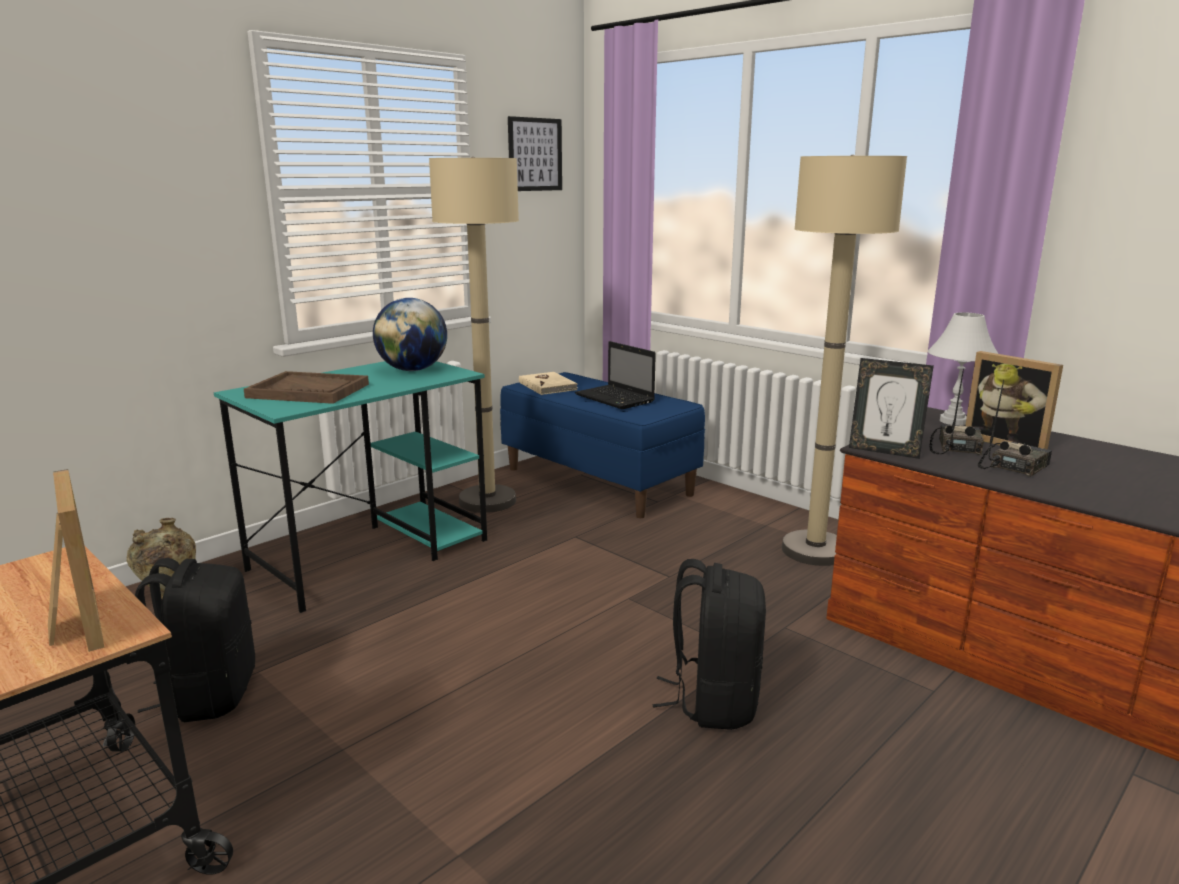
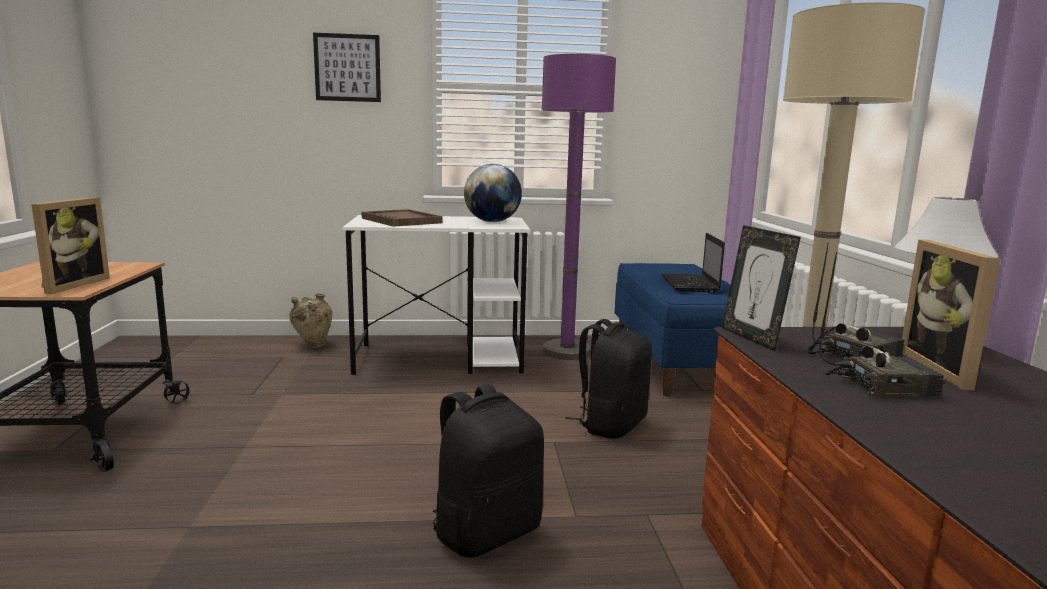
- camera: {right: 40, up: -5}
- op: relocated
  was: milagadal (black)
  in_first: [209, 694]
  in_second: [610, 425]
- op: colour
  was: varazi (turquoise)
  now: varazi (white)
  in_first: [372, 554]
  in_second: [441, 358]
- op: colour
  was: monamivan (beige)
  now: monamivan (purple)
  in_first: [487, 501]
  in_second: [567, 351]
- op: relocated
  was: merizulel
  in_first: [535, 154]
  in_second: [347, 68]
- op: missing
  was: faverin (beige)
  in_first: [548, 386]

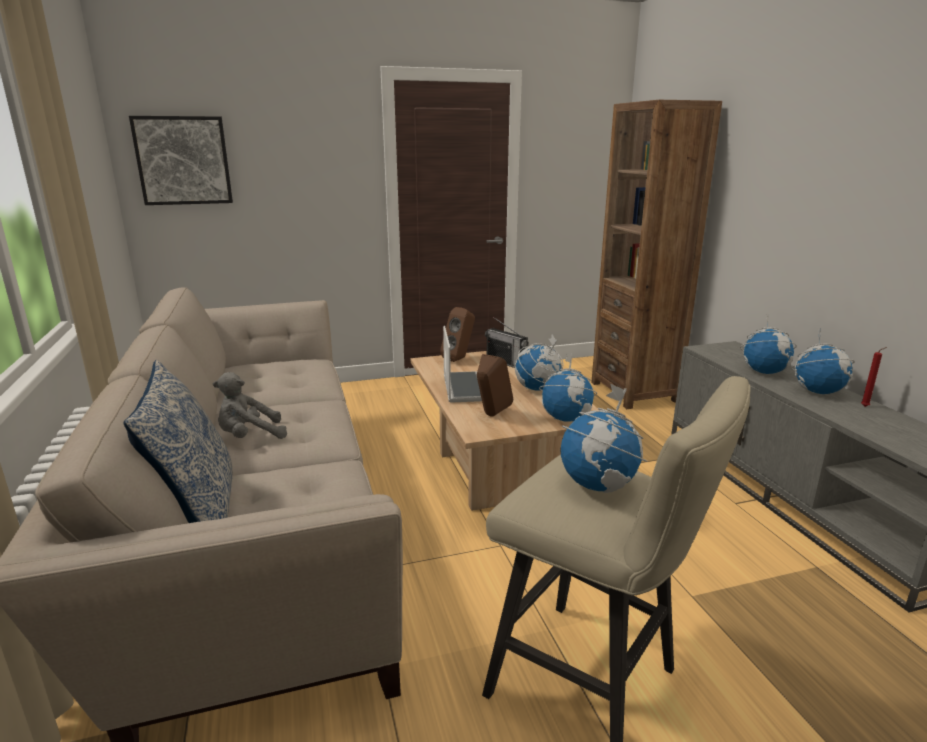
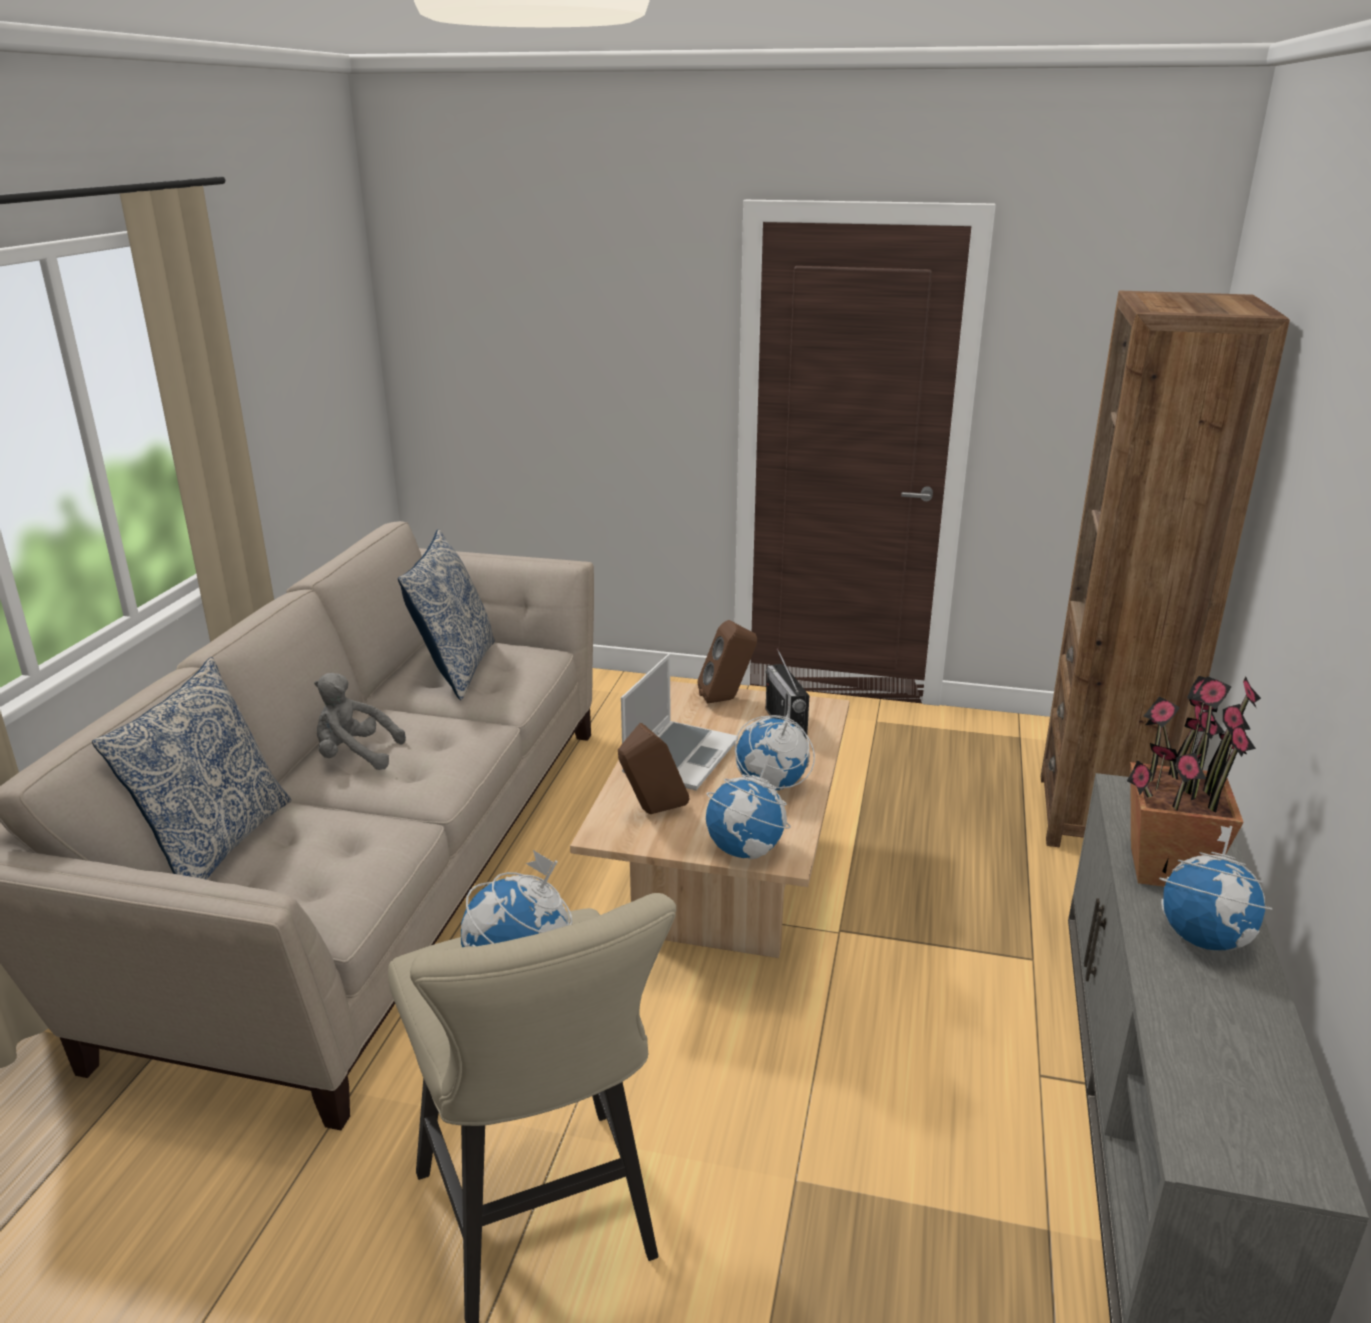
- camera: {right: 30, up: 5}
- op: missing
  was: merizulel
  in_first: [183, 161]
- op: exchanged
  was: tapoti
  now: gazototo
  in_first: [764, 372]
  in_second: [1165, 868]
- op: missing
  was: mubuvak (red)
  in_first: [866, 406]
- op: appeared
  now: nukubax
  in_second: [455, 669]

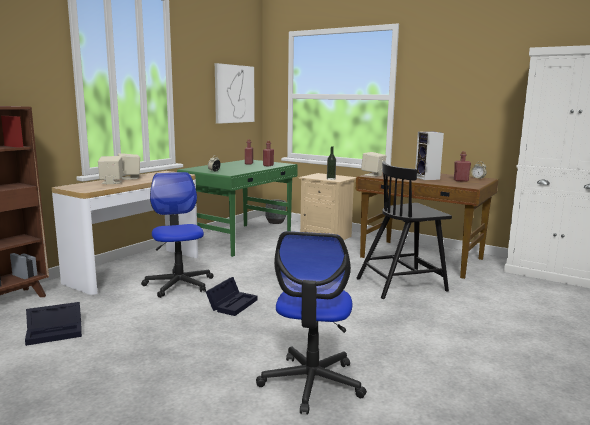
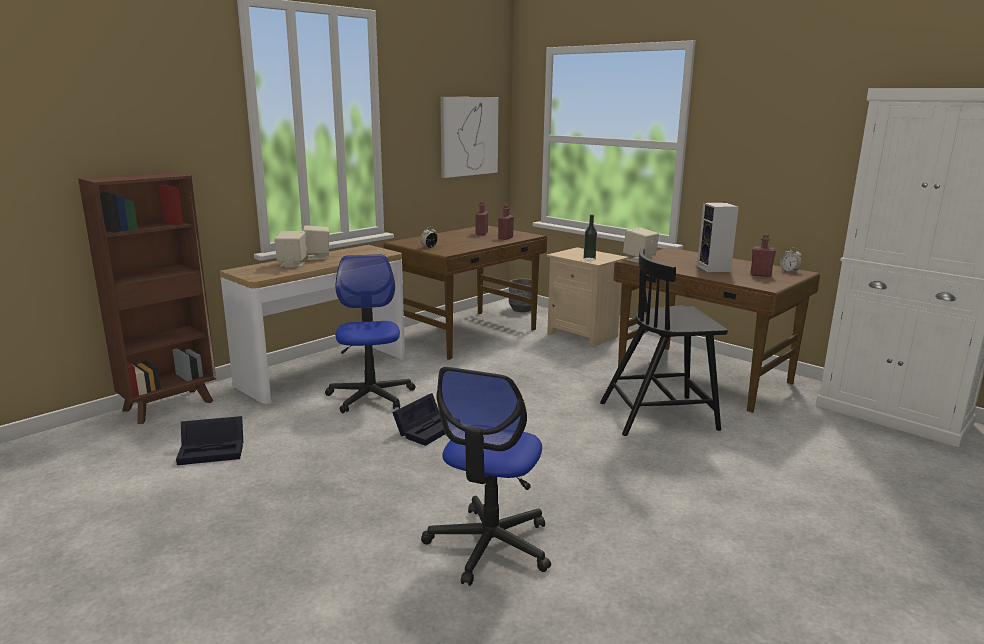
- camera: {right: 10, up: 5}
- op: colour
  was: varazi (green)
  now: varazi (brown)
  in_first: [241, 239]
  in_second: [467, 334]

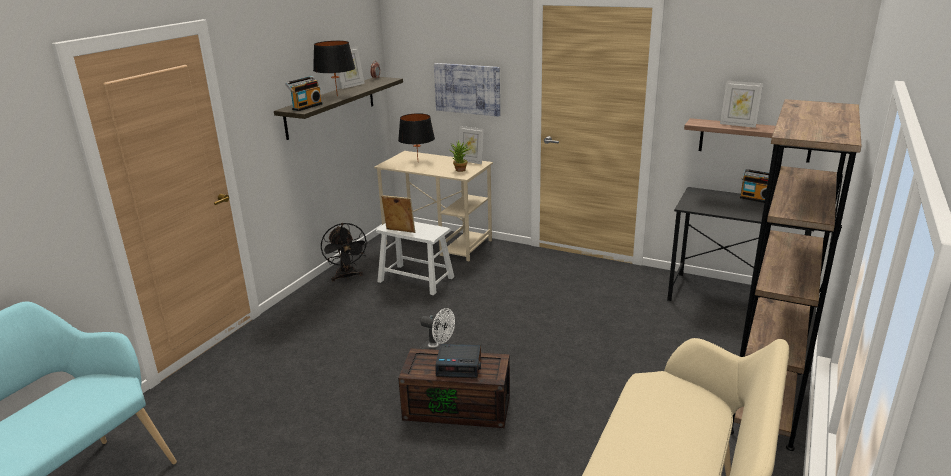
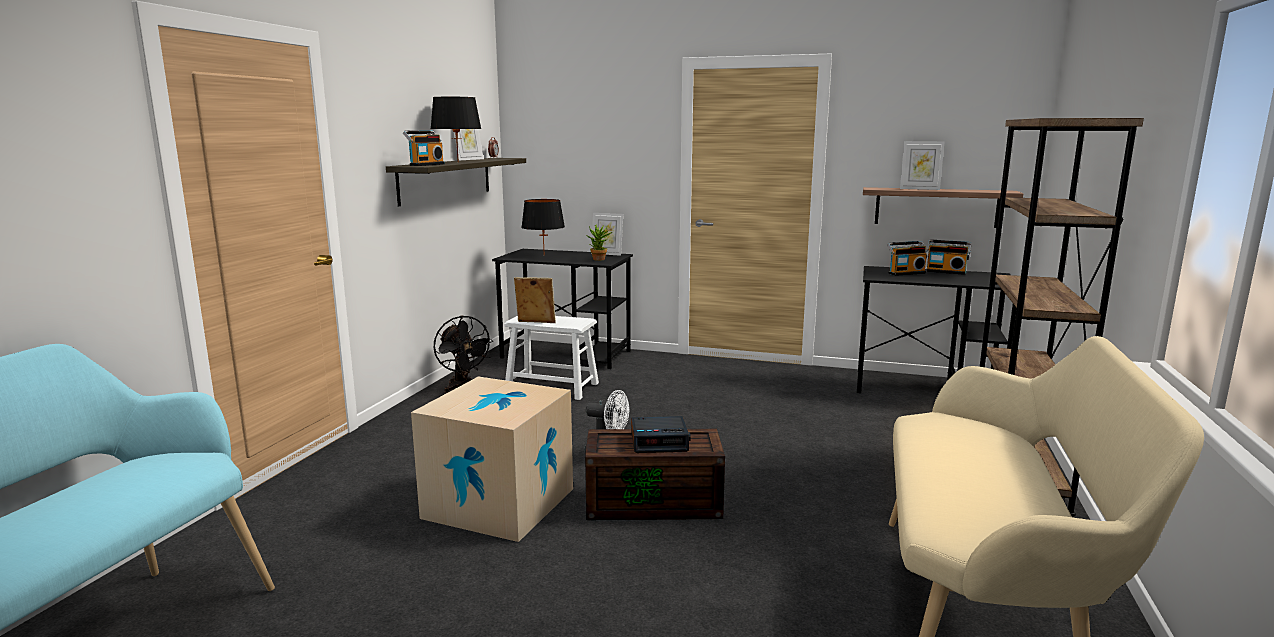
- camera: {right: -10, up: -10}
- op: colour
  was: varazi (beige)
  now: varazi (black)
  in_first: [438, 242]
  in_second: [567, 354]
- op: missing
  was: merizulel
  in_first: [467, 89]
- op: appeared
  now: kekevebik
  in_second: [499, 503]
- op: appeared
  now: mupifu
  in_second: [905, 273]

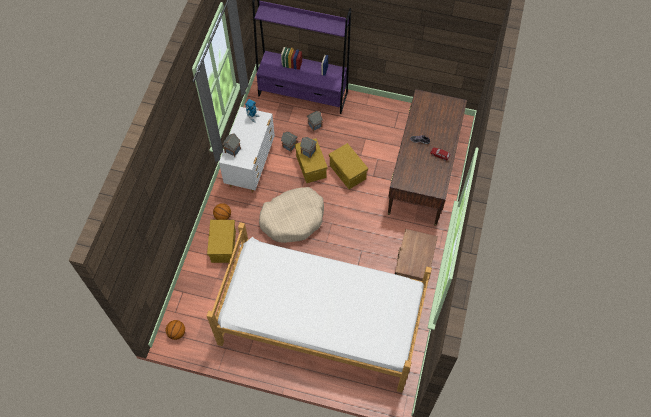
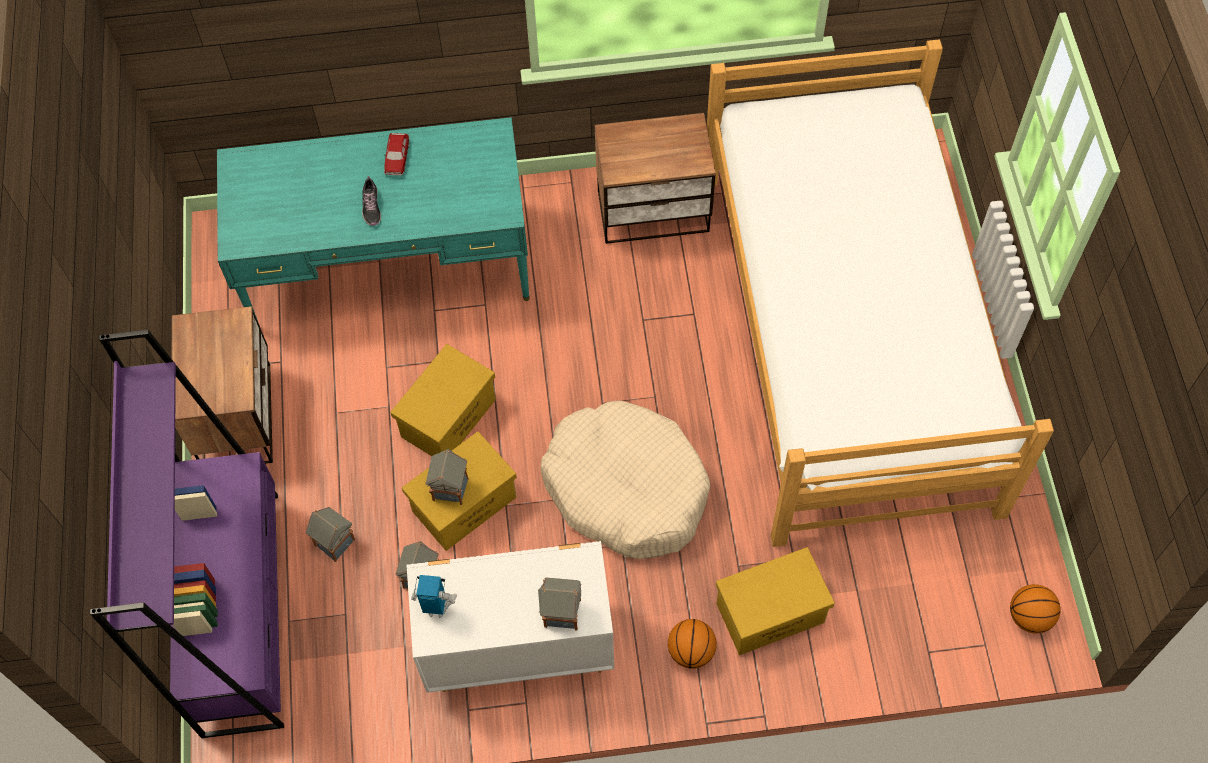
- camera: {right: -110, up: 0}
- op: colour
  was: varazi (brown)
  now: varazi (turquoise)
  in_first: [423, 172]
  in_second: [388, 265]
- op: appeared
  now: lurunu
  in_second: [239, 415]

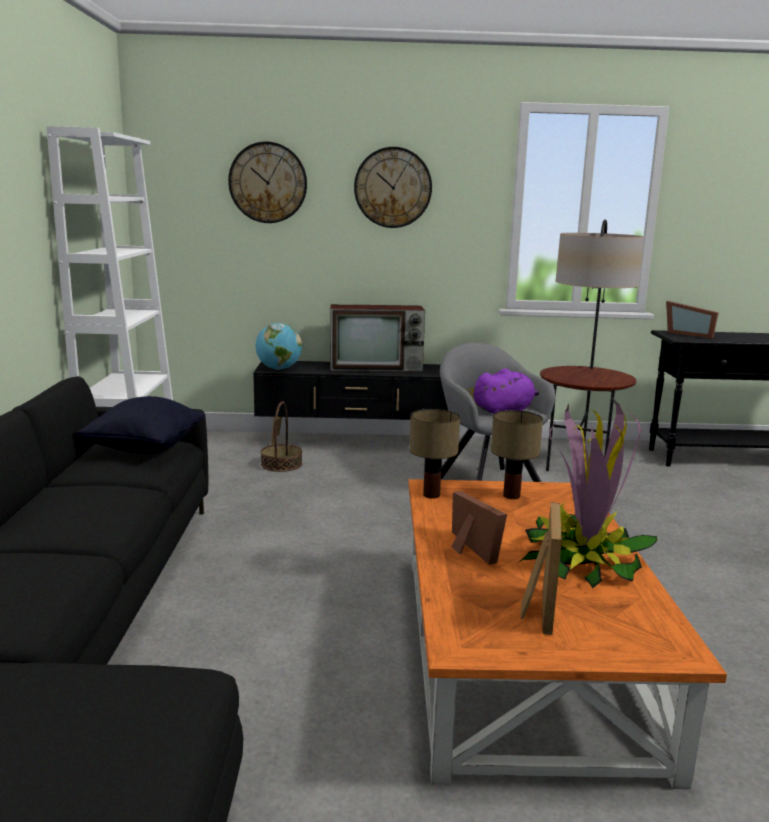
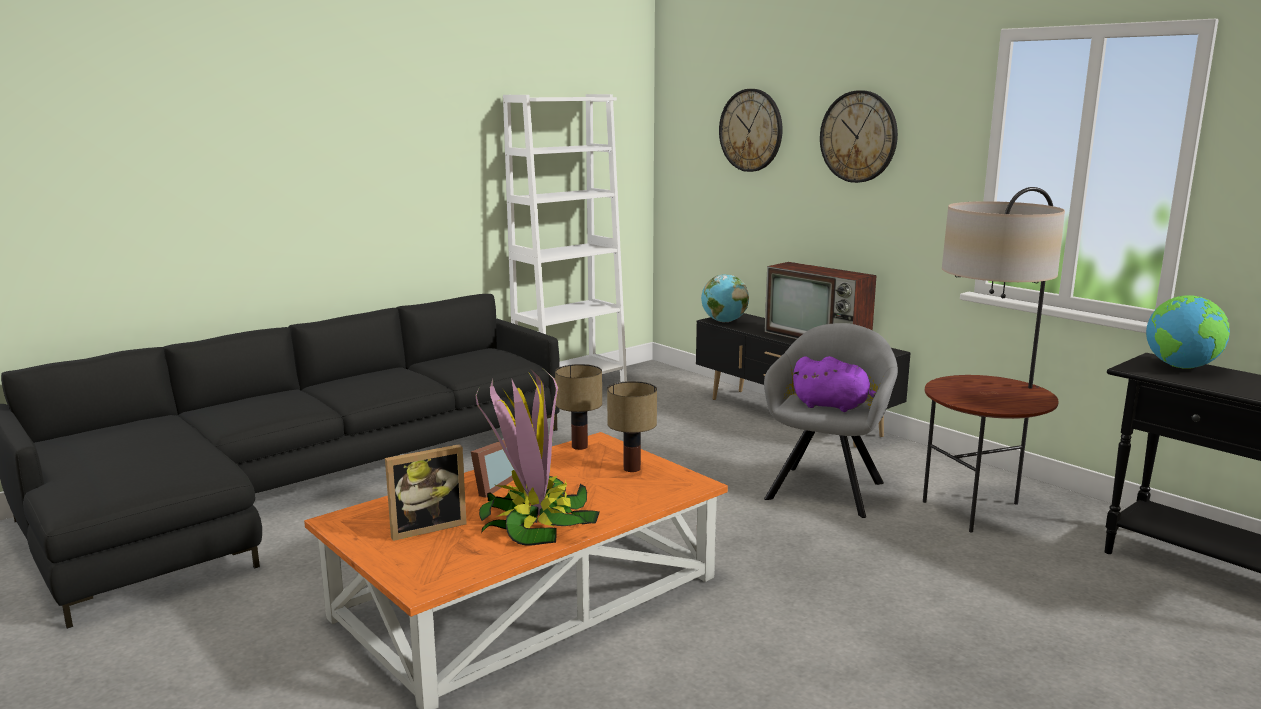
- camera: {right: 50, up: 0}
- op: missing
  was: nukubax (black)
  in_first: [145, 449]
- op: missing
  was: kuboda
  in_first: [281, 464]
- op: exchanged
  was: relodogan
  now: tapoti
  in_first: [689, 334]
  in_second: [1182, 367]

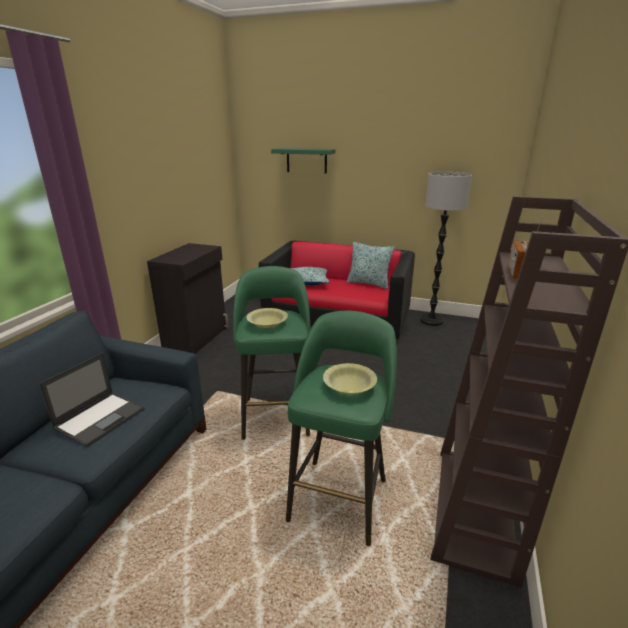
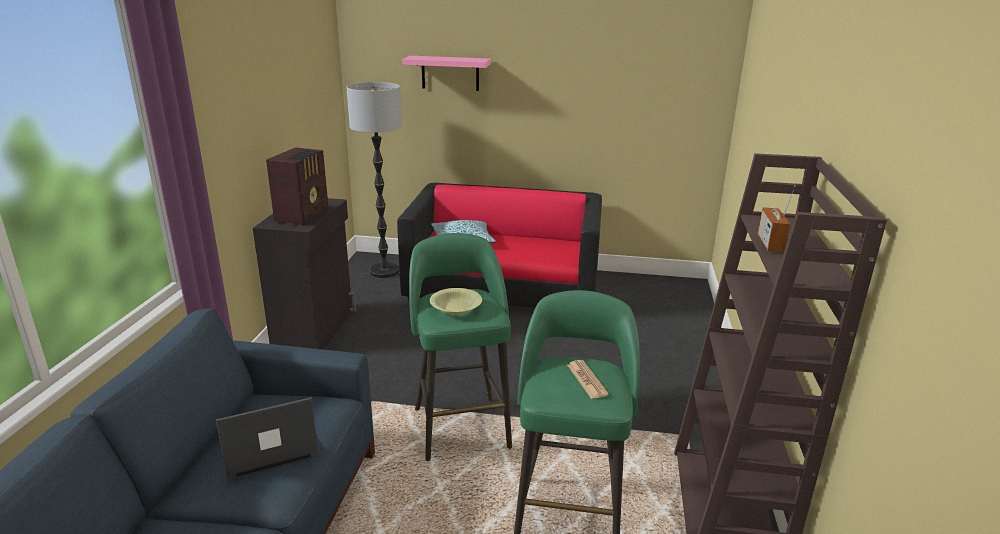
- camera: {right: -10, up: 0}
- op: spun
  was: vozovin
  in_first: [101, 418]
  in_second: [268, 448]
  clockwise: -135
- op: colour
  was: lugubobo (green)
  now: lugubobo (pink)
  in_first: [306, 160]
  in_second: [450, 73]
- op: exchanged
  was: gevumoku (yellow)
  now: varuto
  in_first: [349, 386]
  in_second: [586, 380]
- op: missing
  was: nukubax
  in_first: [369, 283]
- op: relocated
  was: monamivan
  in_first: [431, 321]
  in_second: [384, 271]
- op: appeared
  now: mupifu
  in_second: [304, 215]

